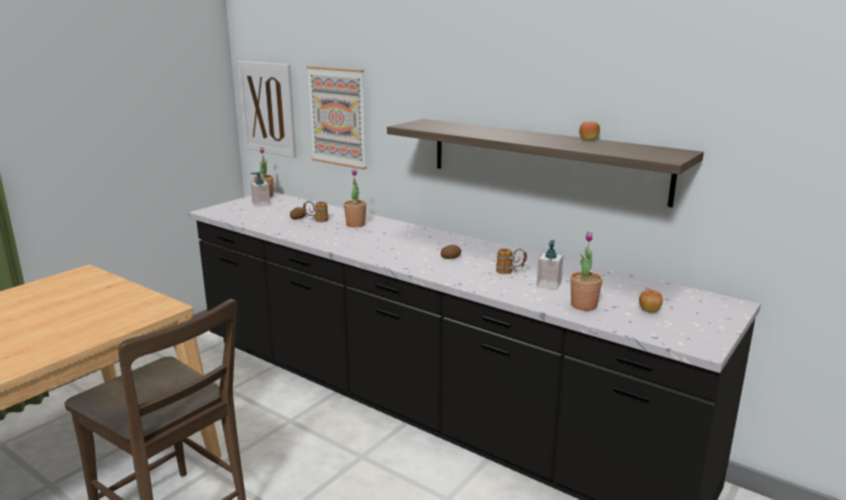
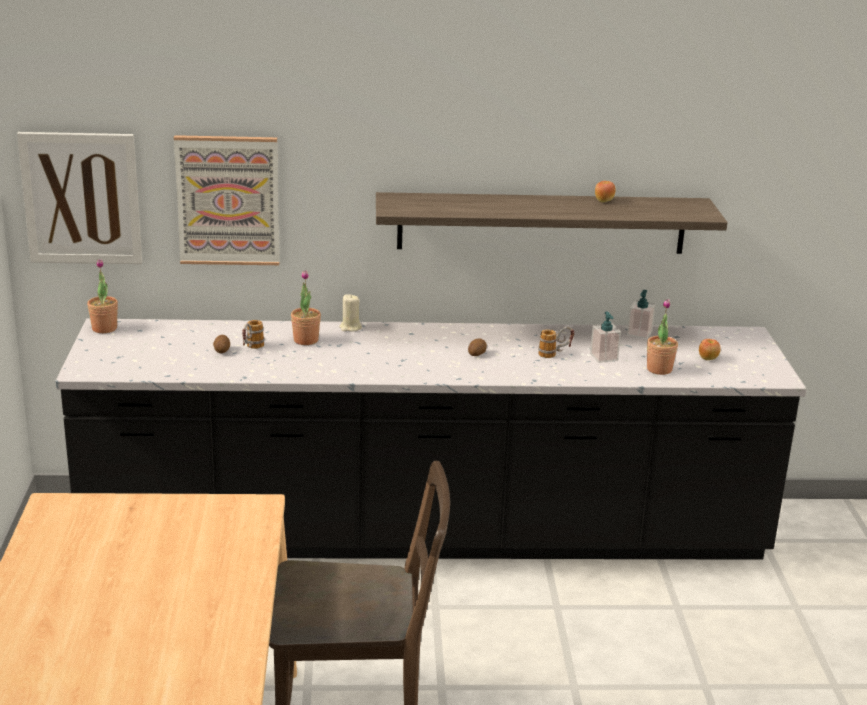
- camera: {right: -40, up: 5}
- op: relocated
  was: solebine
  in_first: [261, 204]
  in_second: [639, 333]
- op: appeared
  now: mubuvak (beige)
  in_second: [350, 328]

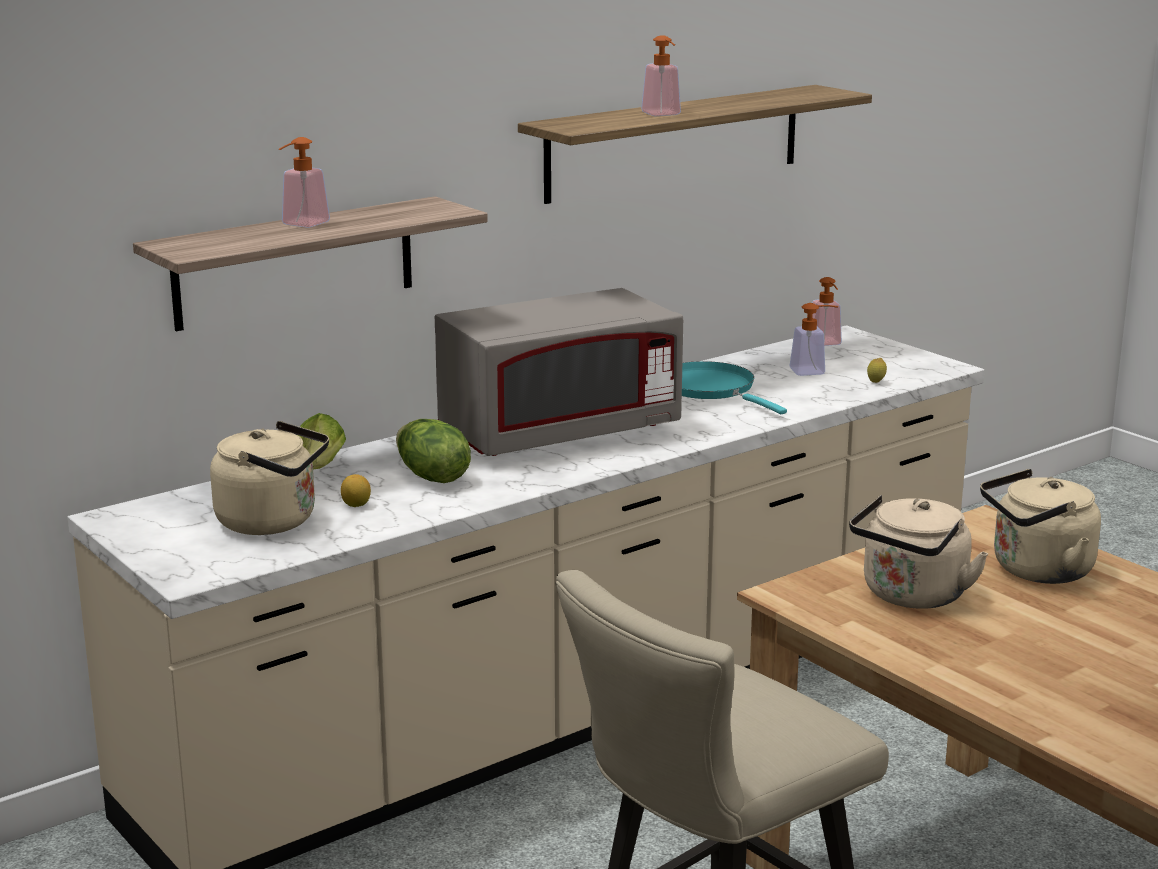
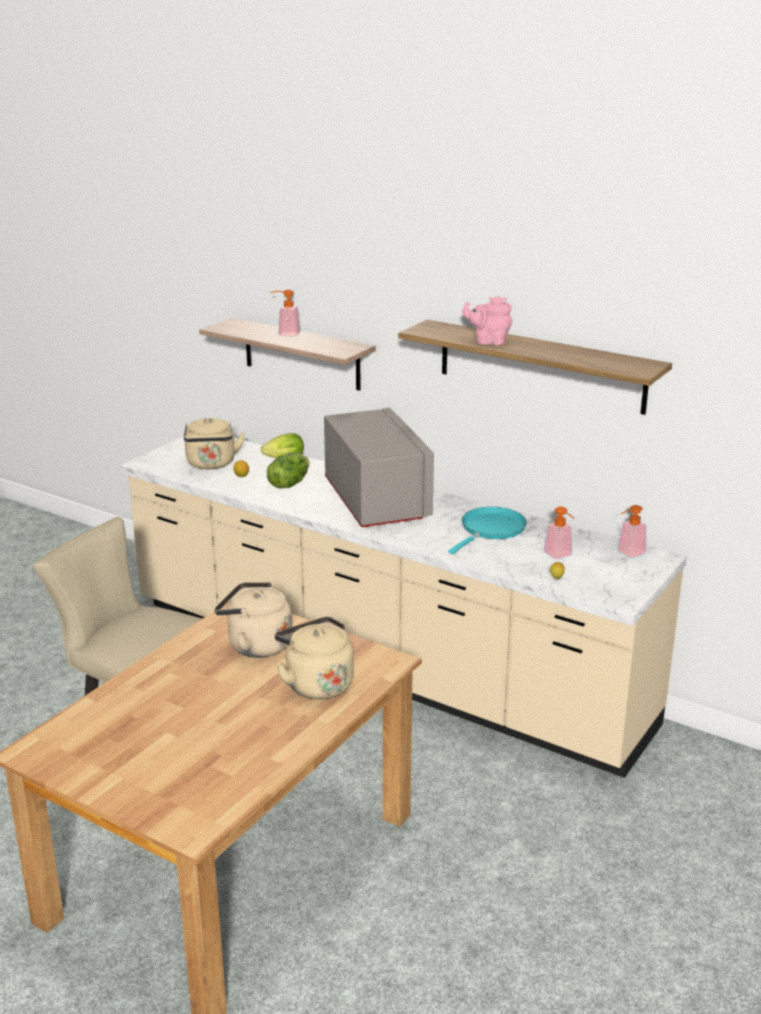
- camera: {right: 70, up: 5}
- op: spun
  was: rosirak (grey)
  in_first: [559, 433]
  in_second: [376, 501]
  clockwise: -150
- op: exchanged
  was: solebine
  now: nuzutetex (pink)
  in_first: [663, 115]
  in_second: [488, 341]

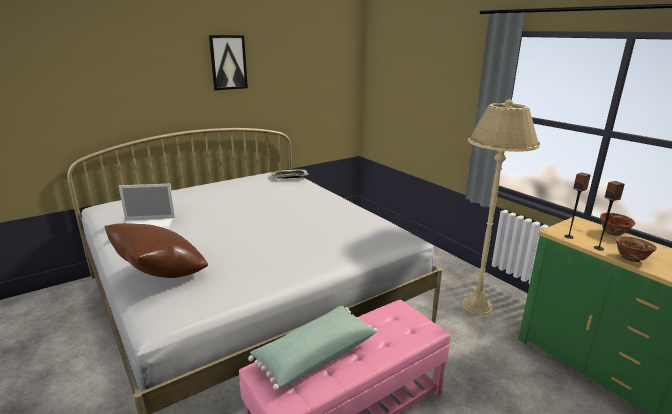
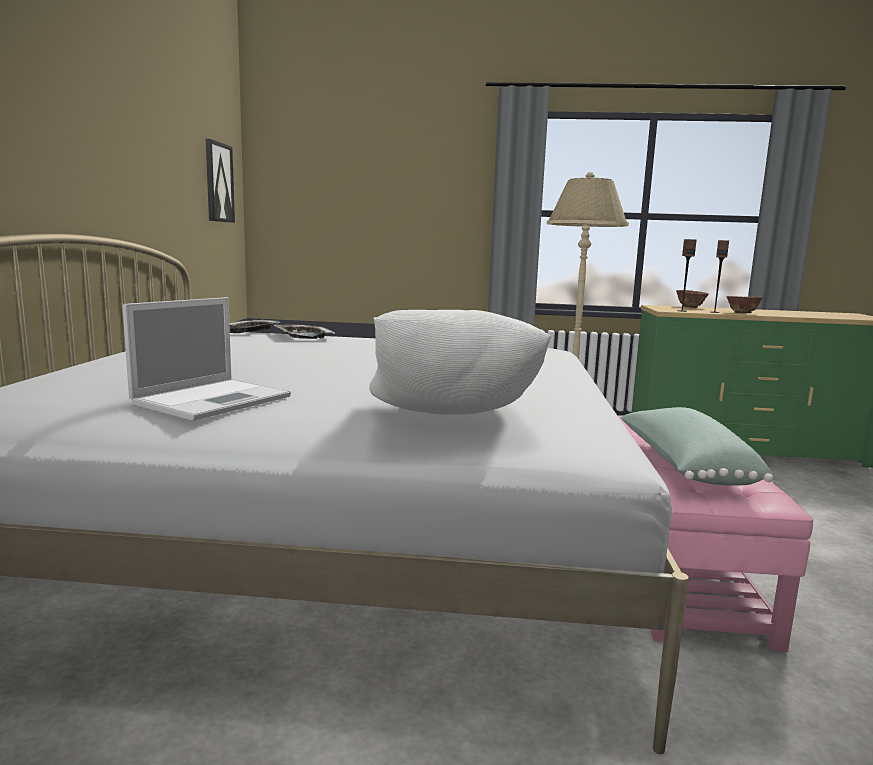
- camera: {right: -50, up: -10}
- op: colour
  was: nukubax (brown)
  now: nukubax (white)
  in_first: [161, 275]
  in_second: [450, 421]
- op: relocated
  was: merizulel
  in_first: [228, 62]
  in_second: [218, 182]
- op: appeared
  now: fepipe
  in_second: [303, 336]

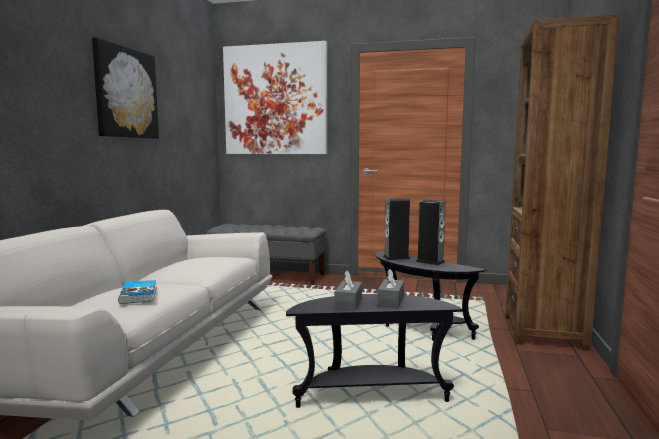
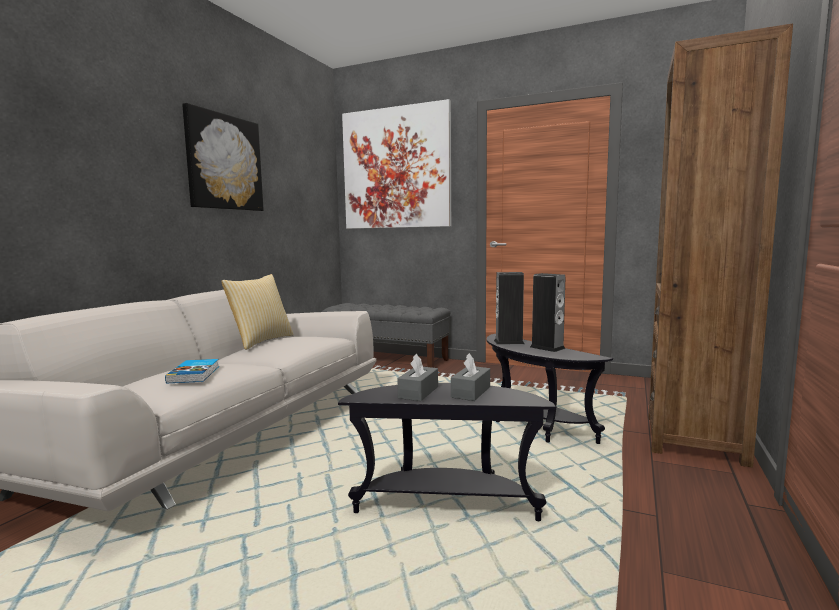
- camera: {right: 10, up: 0}
- op: appeared
  now: nukubax
  in_second: [260, 341]

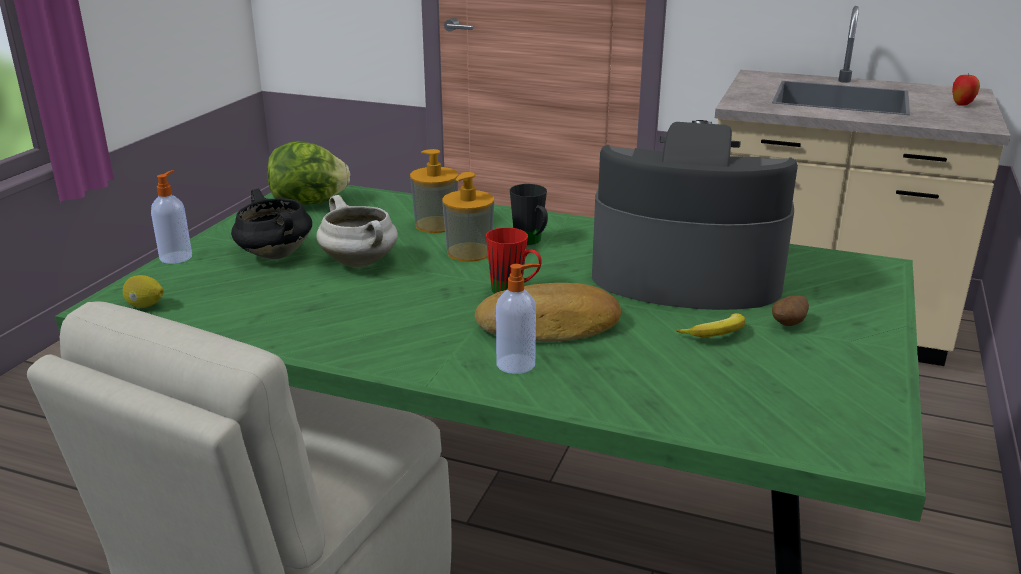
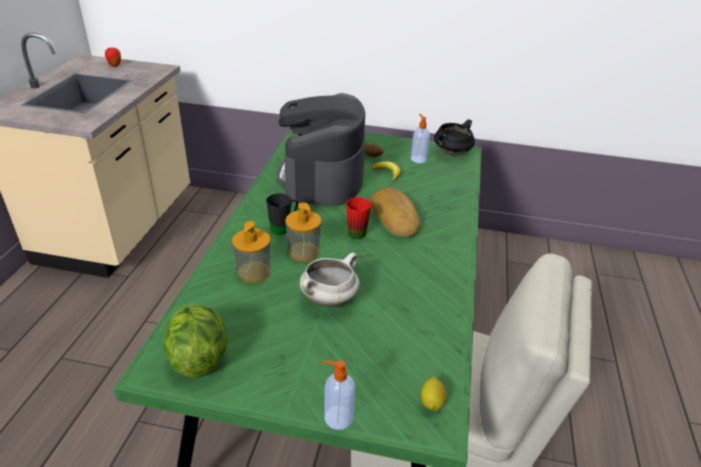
- camera: {right: -100, up: 10}
- op: relocated
  was: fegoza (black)
  in_first: [274, 254]
  in_second: [452, 153]
- op: relocated
  was: solebine
  in_first: [517, 364]
  in_second: [418, 159]

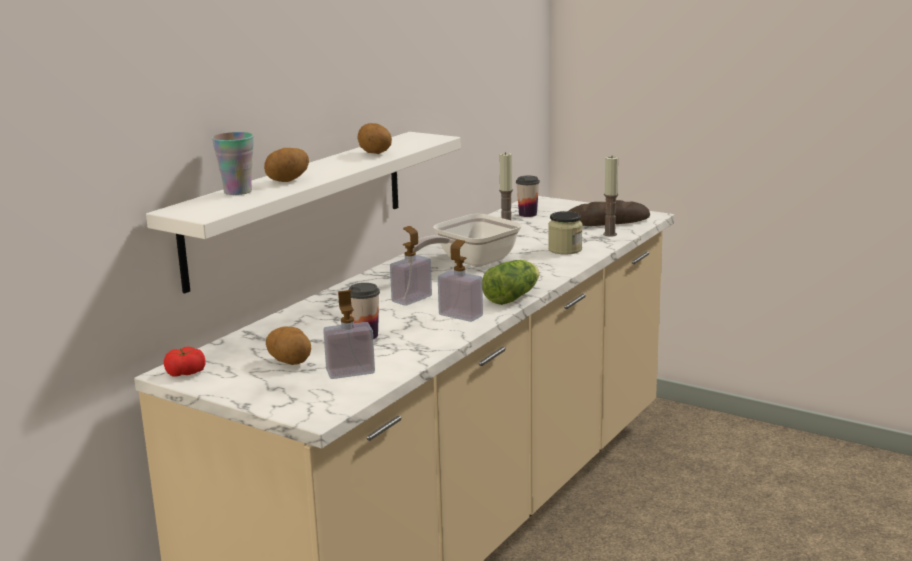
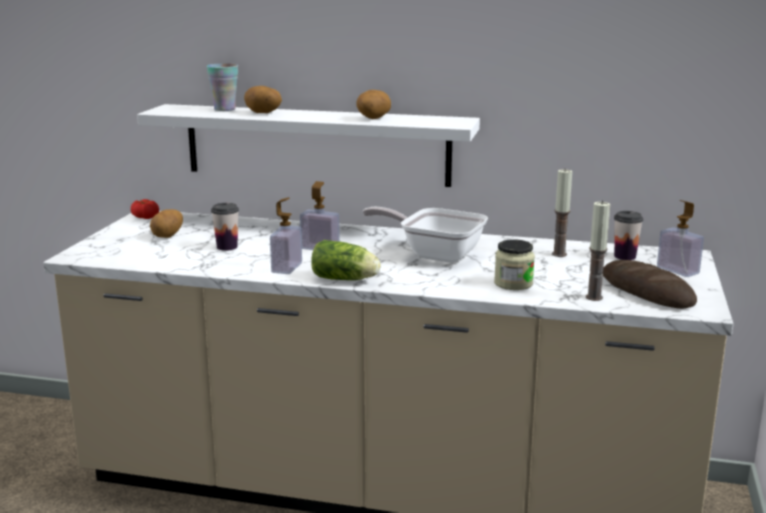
- camera: {right: 70, up: 0}
- op: relocated
  was: solebine
  in_first: [350, 372]
  in_second: [677, 270]

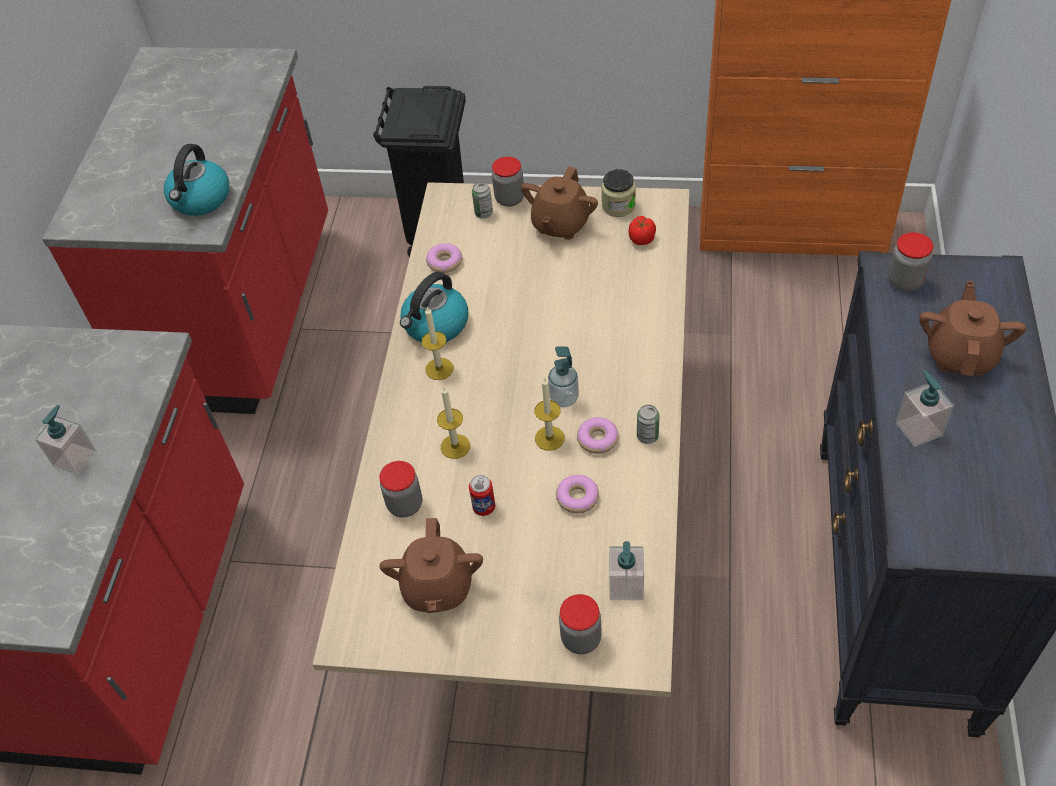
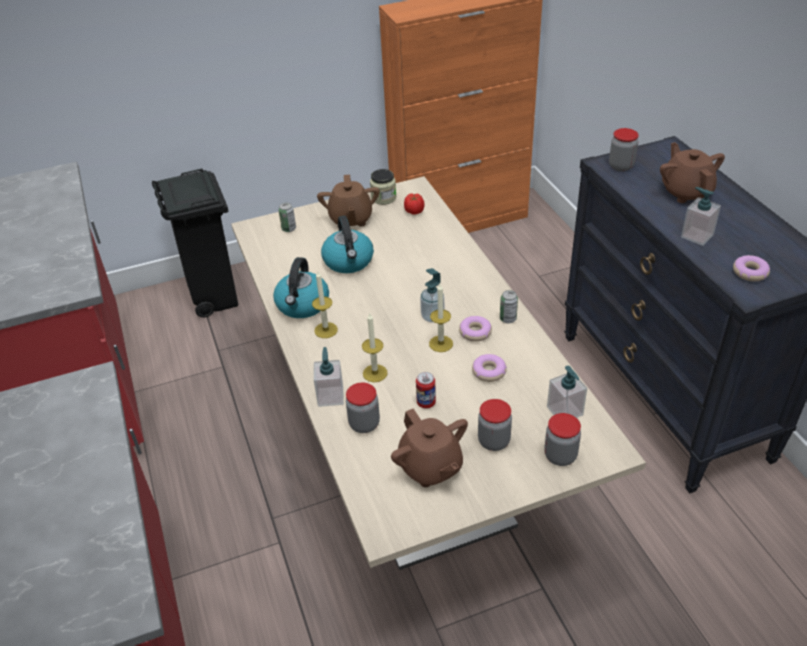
- camera: {right: -30, up: -10}
- op: relocated
  was: solebine
  in_first: [75, 458]
  in_second: [330, 396]
- op: relocated
  was: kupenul
  in_first: [200, 199]
  in_second: [349, 261]
- op: relocated
  was: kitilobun
  in_first: [444, 262]
  in_second: [750, 273]
- op: relocated
  was: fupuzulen
  in_first: [509, 199]
  in_second: [494, 441]

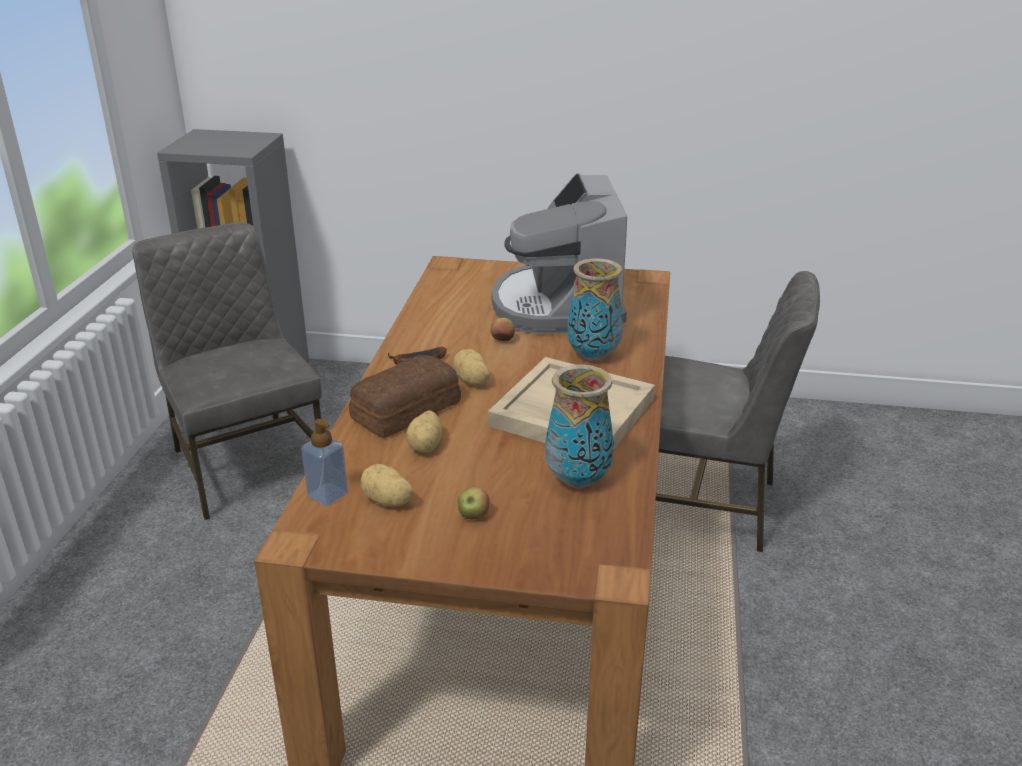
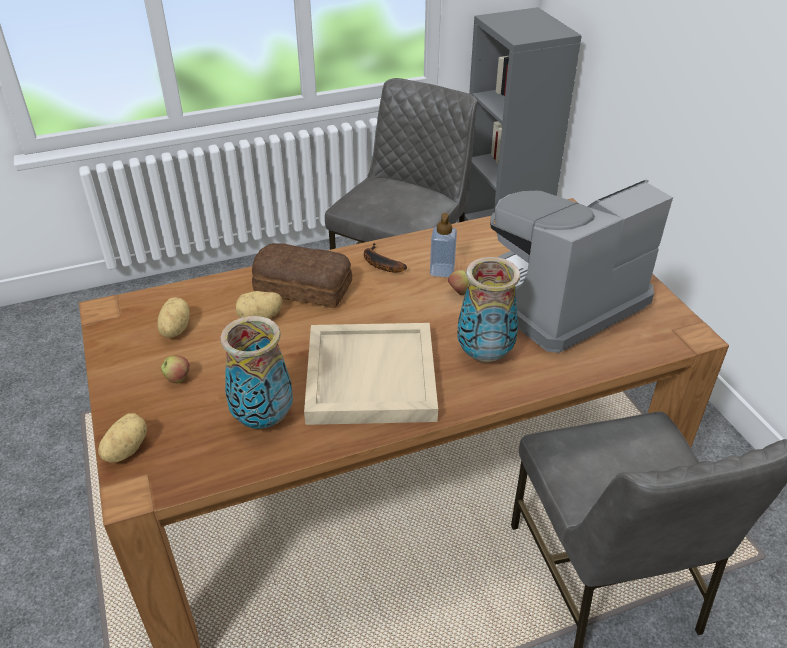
- camera: {right: 60, up: 10}
- op: relocated
  was: solebine
  in_first: [327, 495]
  in_second: [442, 270]
- op: relocated
  was: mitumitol
  in_first: [471, 381]
  in_second: [125, 449]

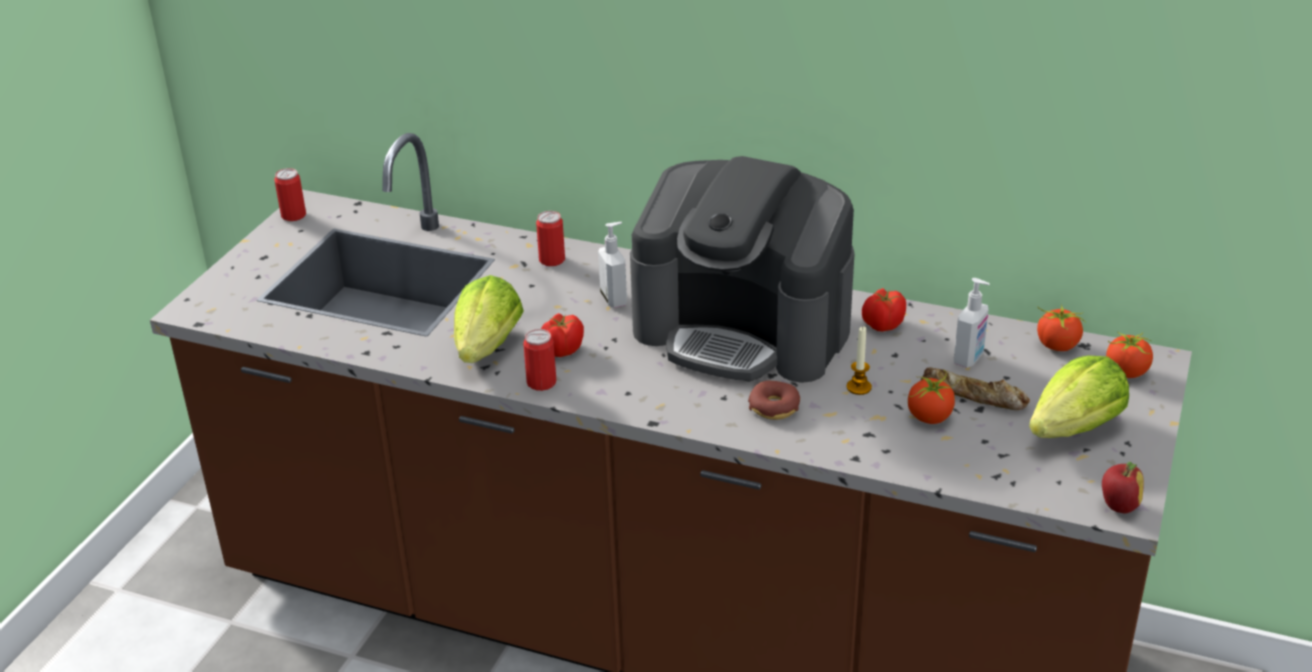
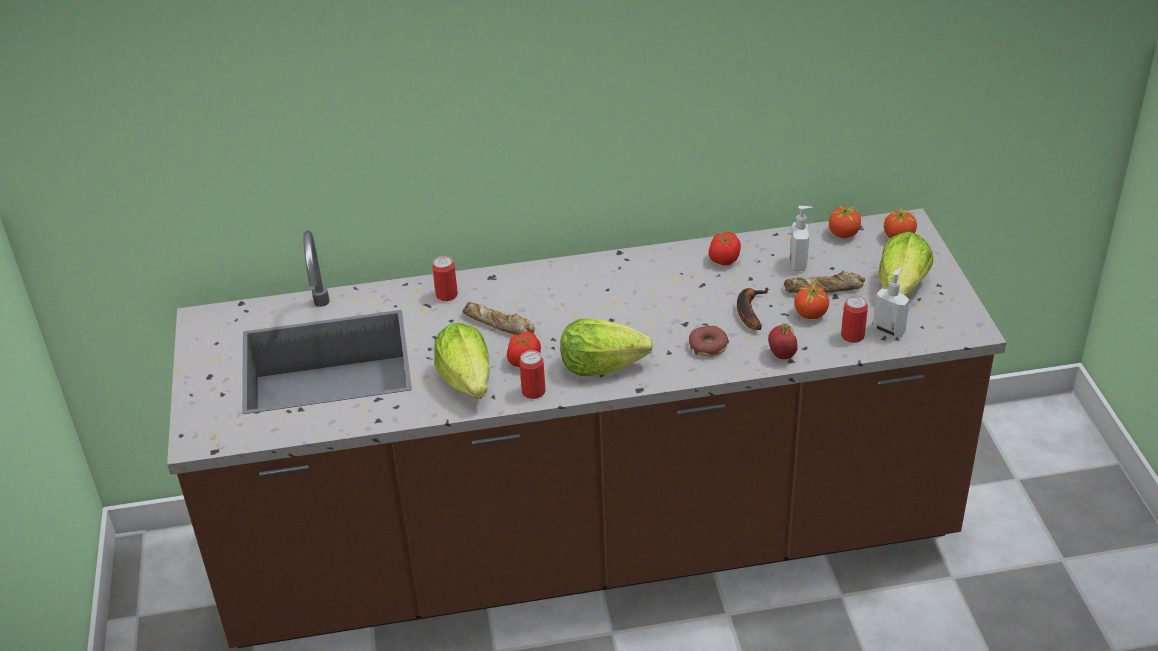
- camera: {right: -30, up: 5}
- op: relocated
  was: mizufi
  in_first: [293, 215]
  in_second: [852, 336]
- op: relocated
  was: solebine
  in_first: [614, 299]
  in_second: [889, 330]
- op: missing
  was: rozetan
  in_first: [744, 329]
- op: exchanged
  was: mubuvak
  now: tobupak
  in_first: [859, 387]
  in_second: [749, 310]
- op: relocated
  was: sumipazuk
  in_first: [1118, 506]
  in_second: [781, 355]
- op: appeared
  now: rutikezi
  in_second: [498, 324]
- op: appeared
  now: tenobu
  in_second: [601, 366]

